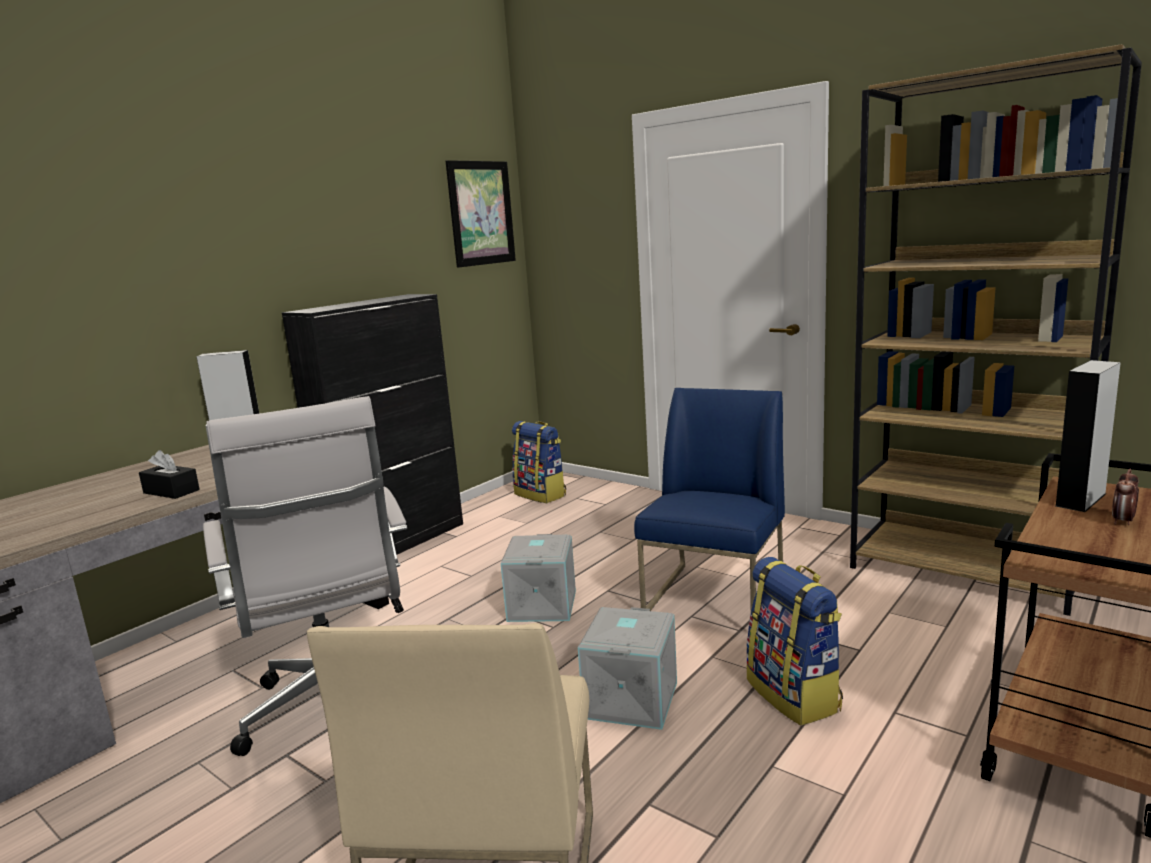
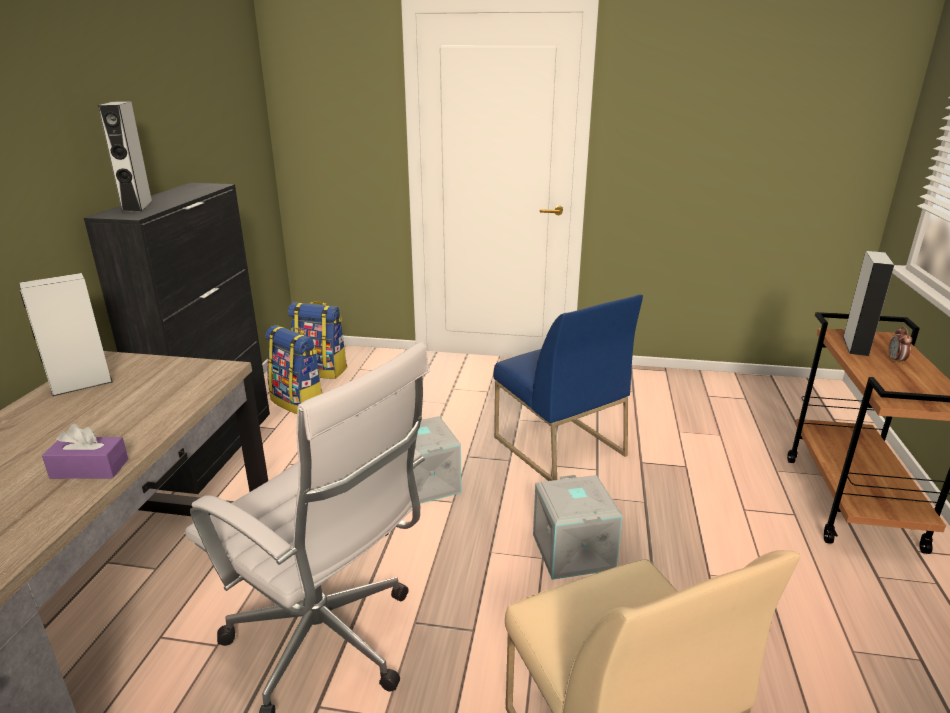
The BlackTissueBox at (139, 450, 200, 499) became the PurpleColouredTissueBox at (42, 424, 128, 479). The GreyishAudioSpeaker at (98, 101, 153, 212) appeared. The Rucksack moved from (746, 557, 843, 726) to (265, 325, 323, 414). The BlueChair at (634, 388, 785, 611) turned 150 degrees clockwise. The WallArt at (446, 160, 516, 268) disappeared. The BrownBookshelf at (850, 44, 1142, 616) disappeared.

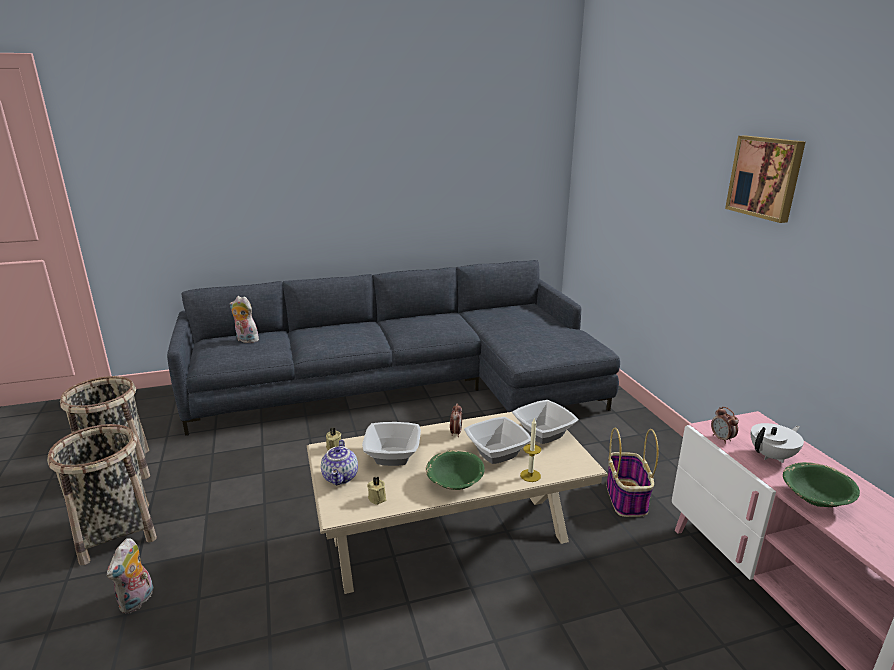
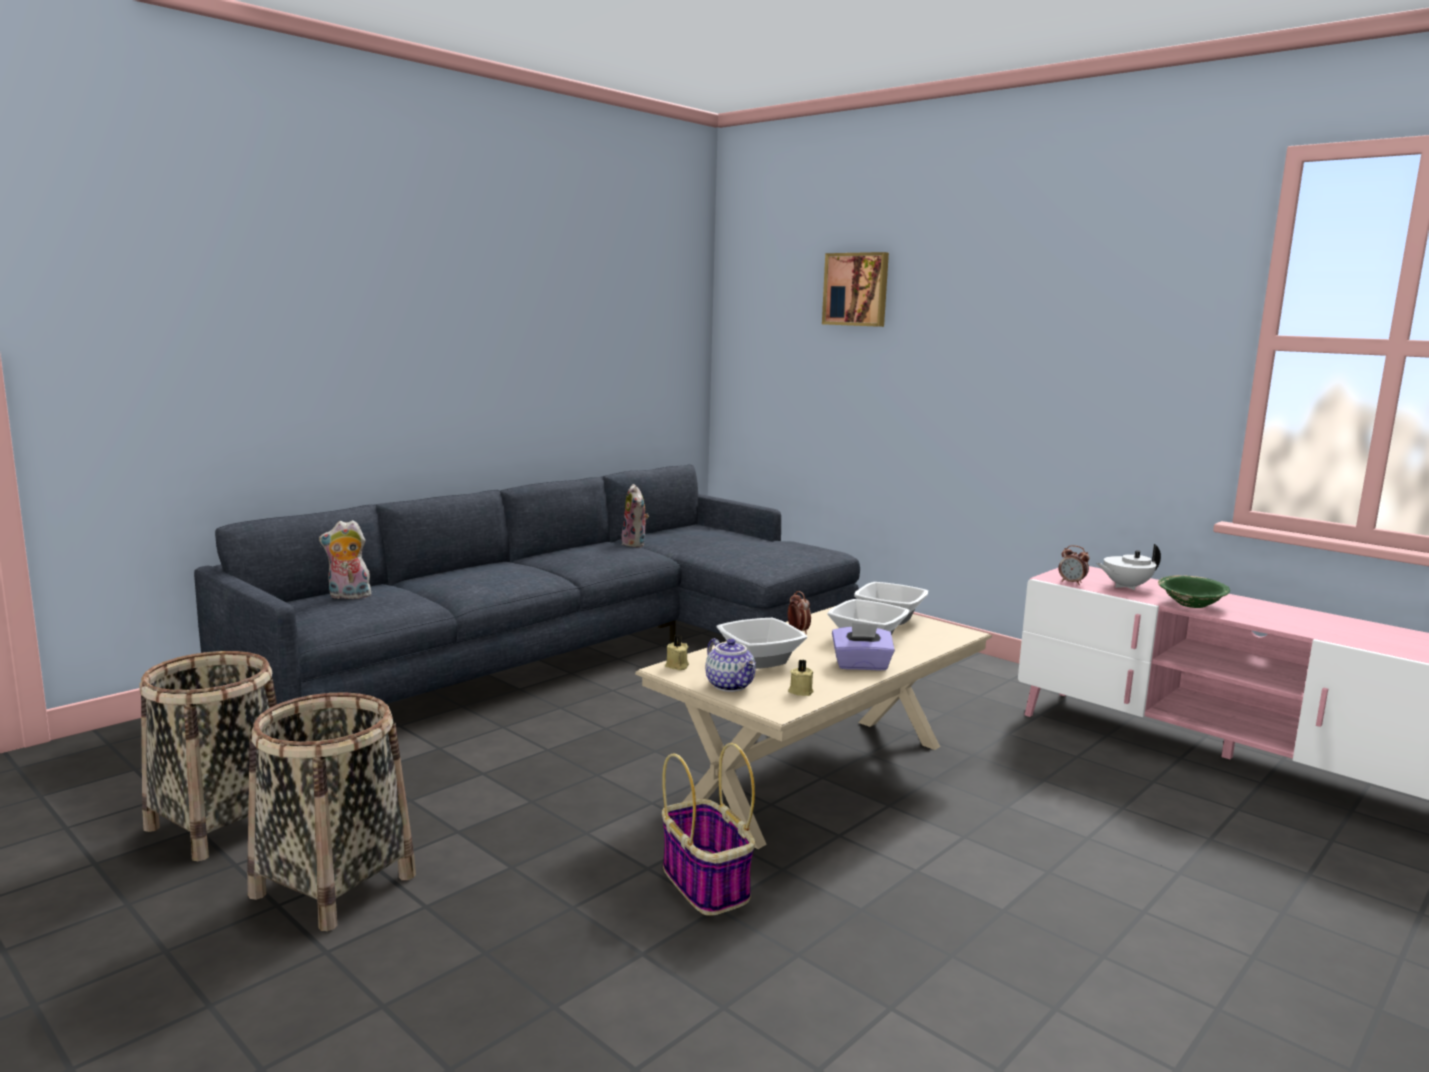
The PlushToy moved from (107, 538, 153, 613) to (621, 484, 649, 548). The StorageBasket moved from (606, 428, 659, 517) to (662, 743, 755, 916). The WallArt moved from (725, 136, 805, 223) to (822, 252, 889, 327). The GreenColouredServingBowl at (426, 450, 485, 490) was replaced by the PurpleColouredTissueBox at (832, 623, 895, 671). The WhitishTeapot at (751, 423, 804, 463) turned 135 degrees counterclockwise. The Candle at (520, 419, 541, 482) disappeared.

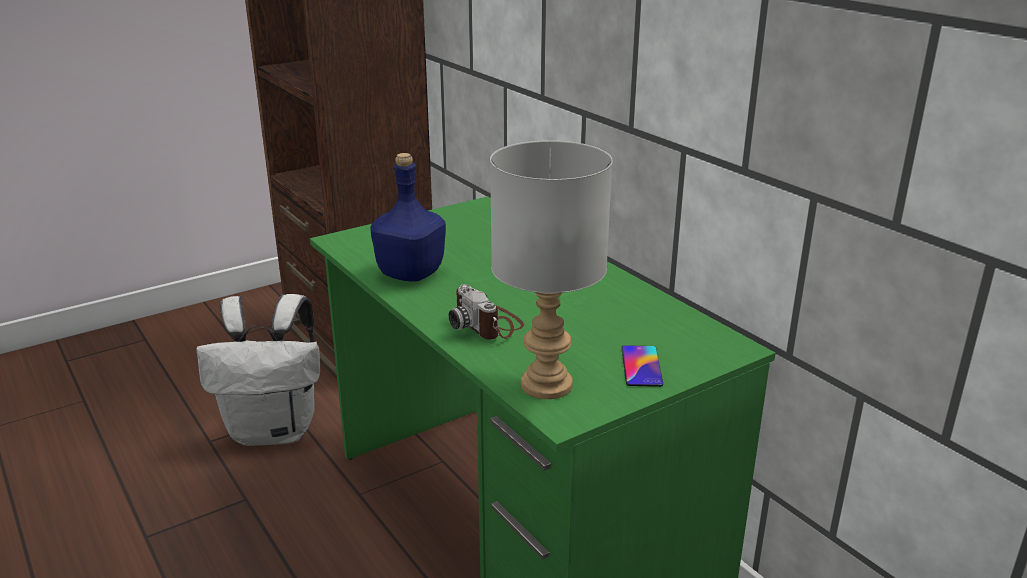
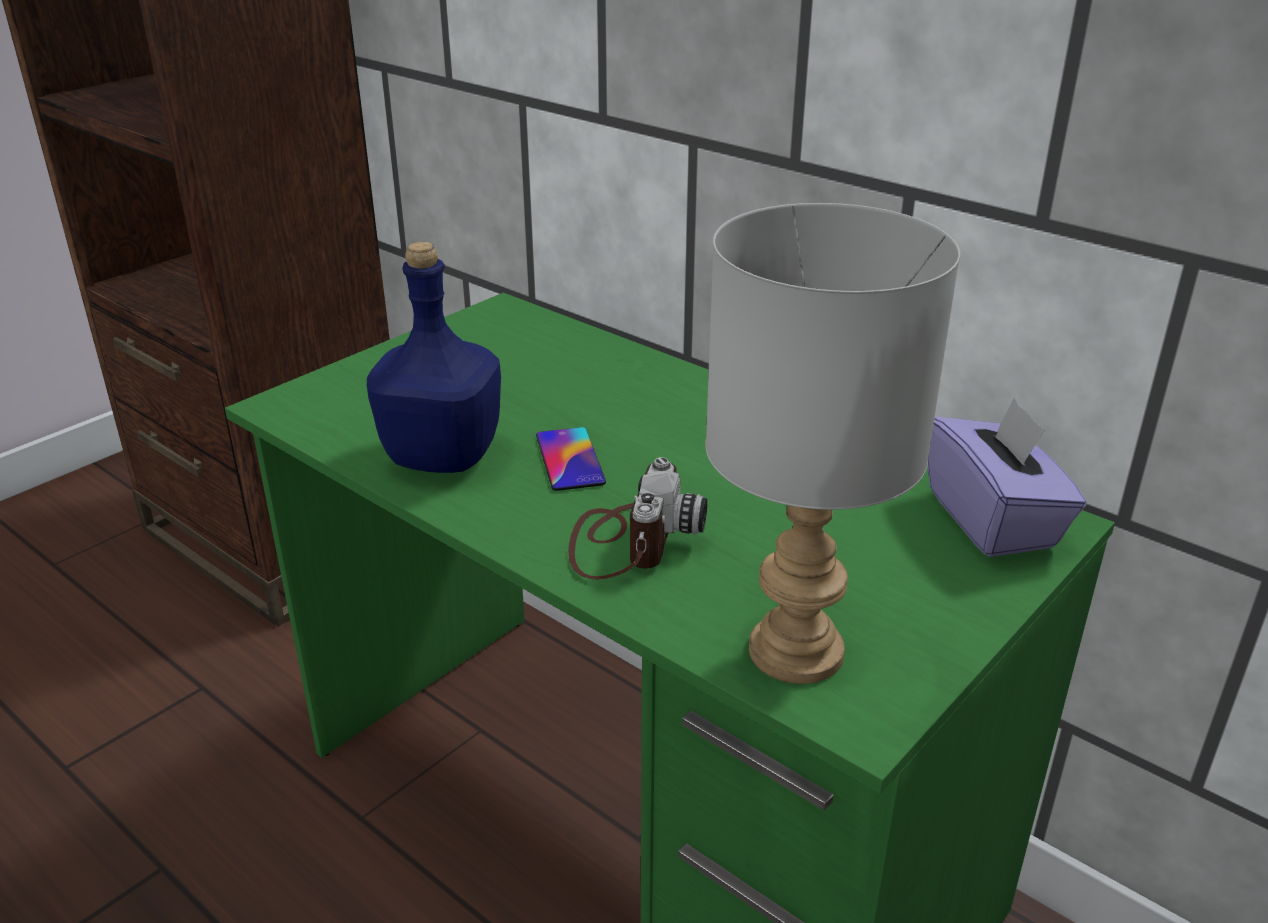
The Phone moved from (621, 345, 663, 387) to (536, 427, 606, 491). The StillCamera at (449, 284, 524, 340) turned 120 degrees counterclockwise. The PurpleColouredTissueBox at (928, 397, 1086, 557) appeared. The WhitishRucksack at (196, 294, 320, 446) disappeared.

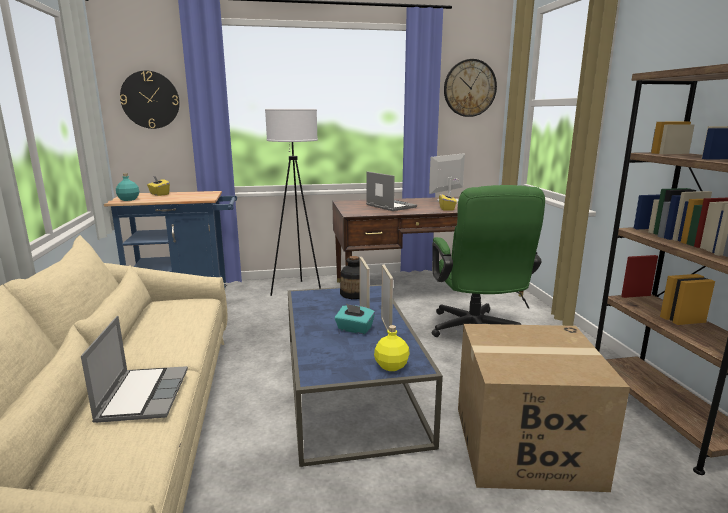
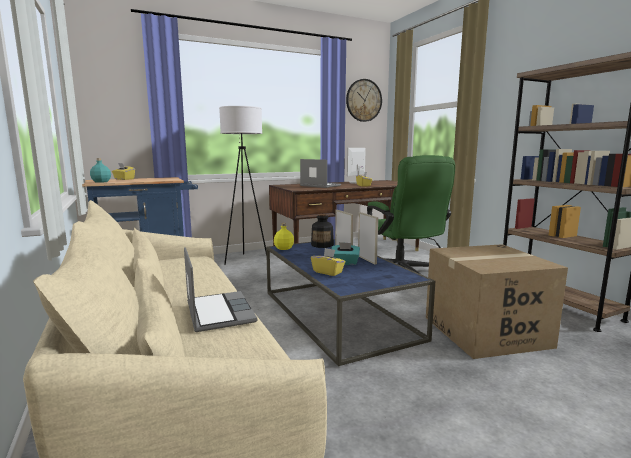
The YellowishBottle moved from (374, 325, 410, 371) to (274, 223, 294, 250). The YellowishTissueBox at (311, 248, 345, 276) appeared. The ClockOnTheWall at (120, 71, 180, 129) disappeared.

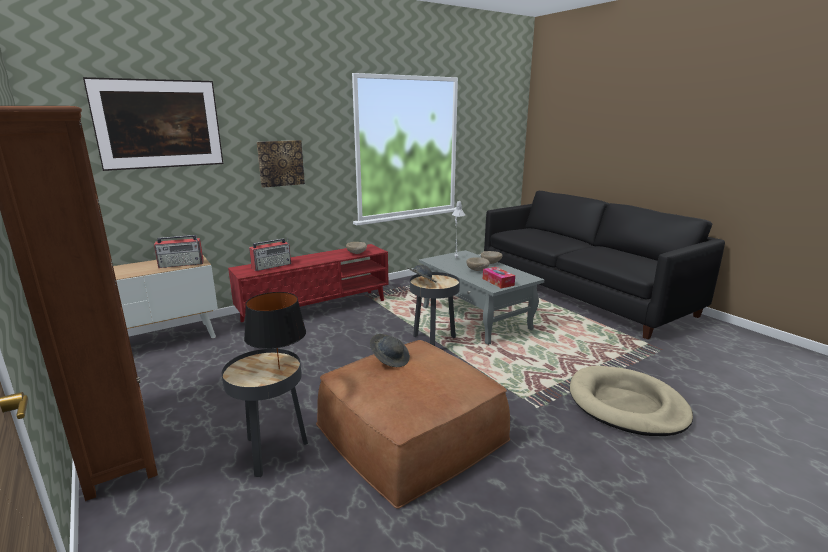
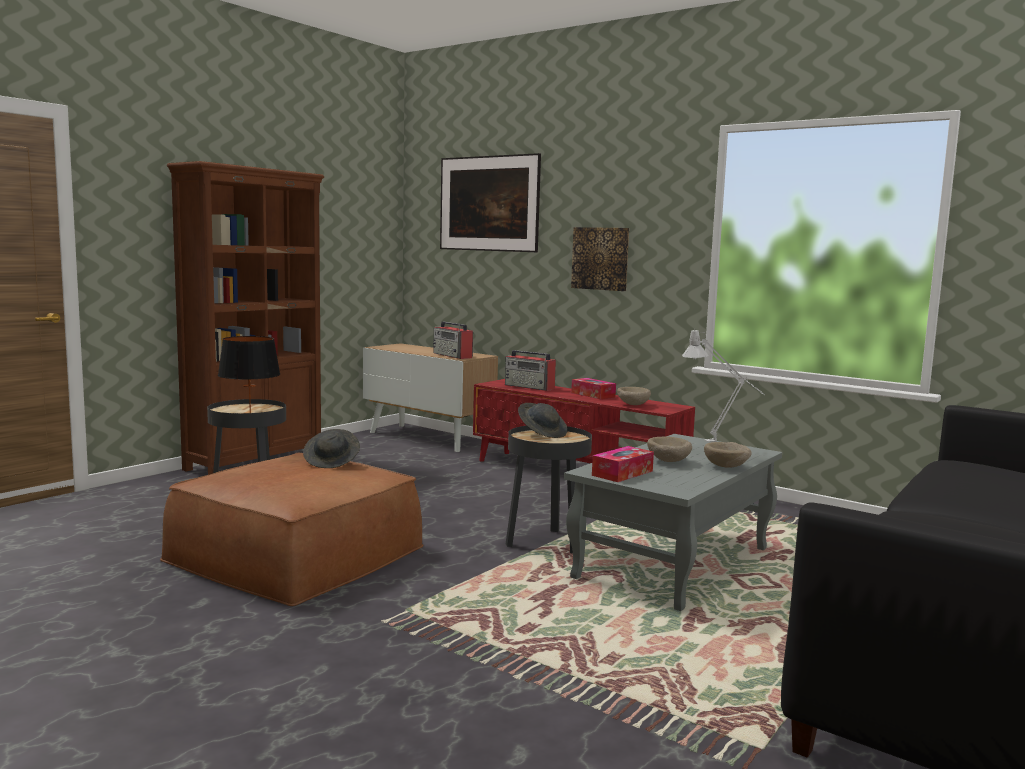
The TissueBox at (571, 378, 616, 399) appeared. The SandColouredPetBed at (570, 366, 693, 436) disappeared.

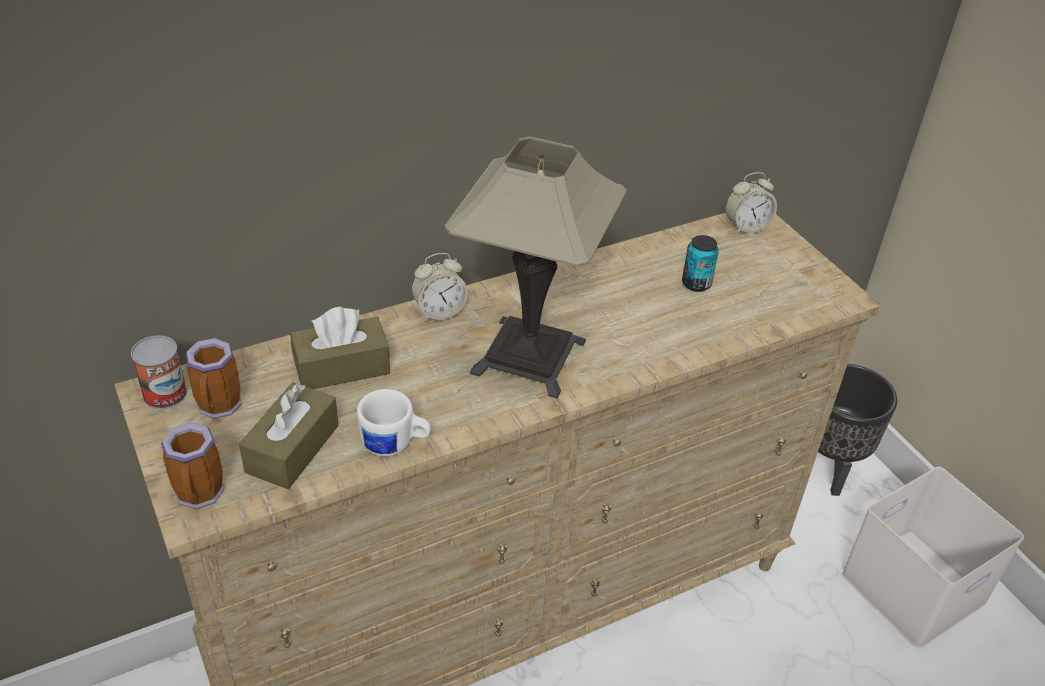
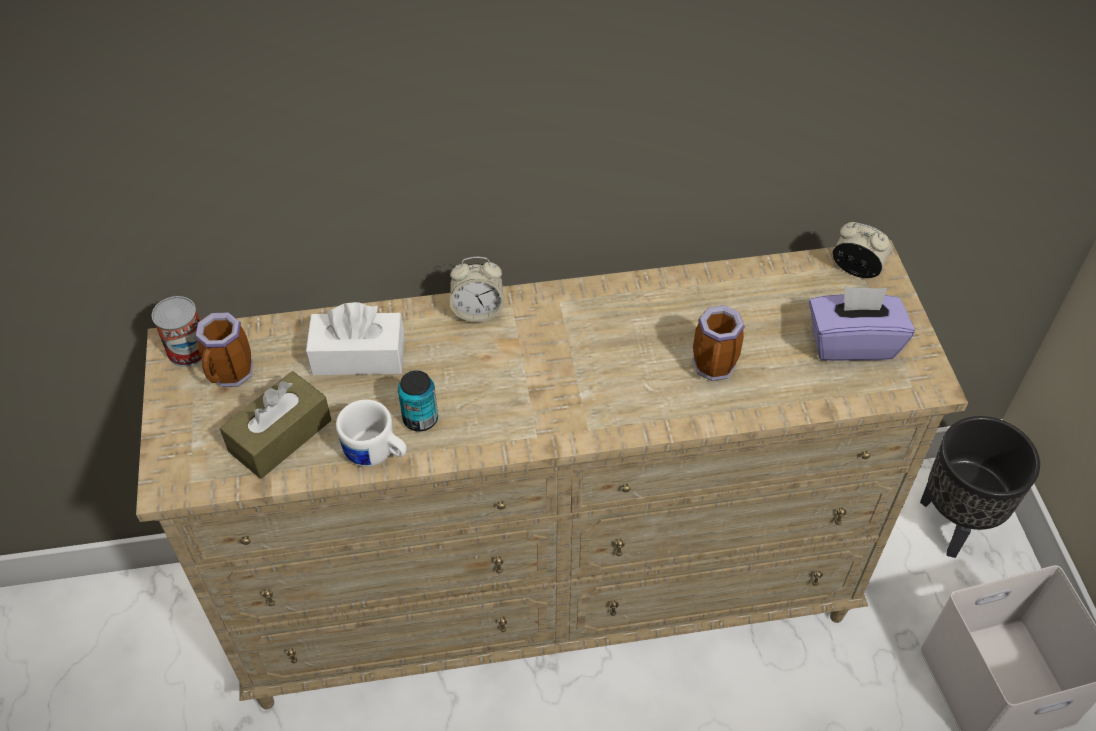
The BrownTissueBox at (290, 307, 390, 389) became the WhitishTissueBox at (306, 302, 405, 375). The MetalCan moved from (682, 235, 719, 292) to (398, 370, 438, 431). The TeaMug moved from (161, 422, 225, 509) to (692, 305, 745, 381). The PurpleColouredTissueBox at (809, 287, 915, 361) appeared. The TableClock at (725, 172, 777, 234) turned 150 degrees counterclockwise. The TableLamp at (444, 137, 627, 399) disappeared.

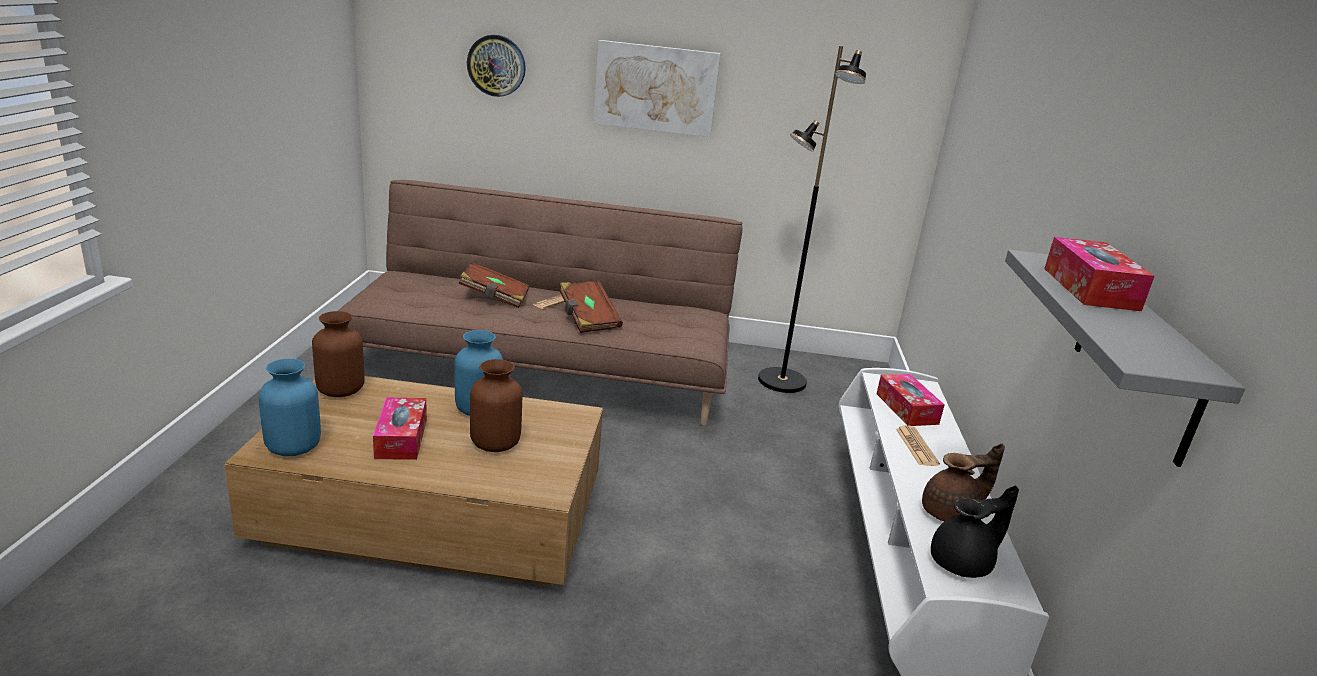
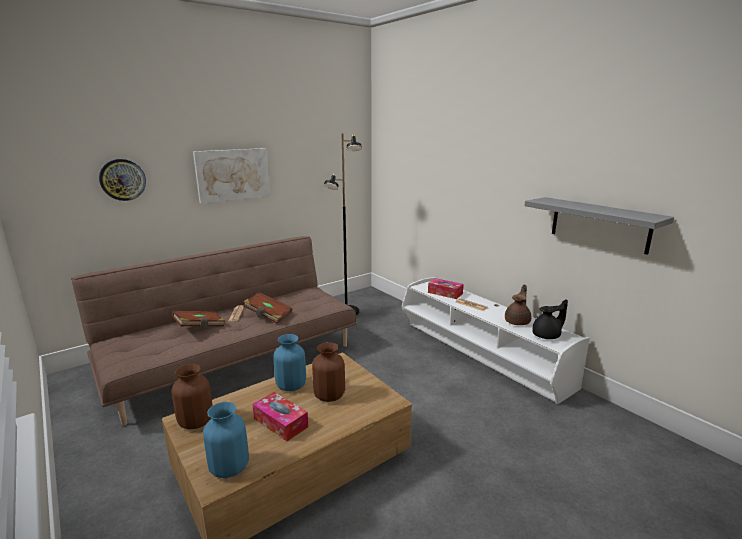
The BlackTeapot at (931, 486, 1019, 578) turned 45 degrees clockwise. The TissueBox at (1044, 237, 1154, 311) disappeared.

